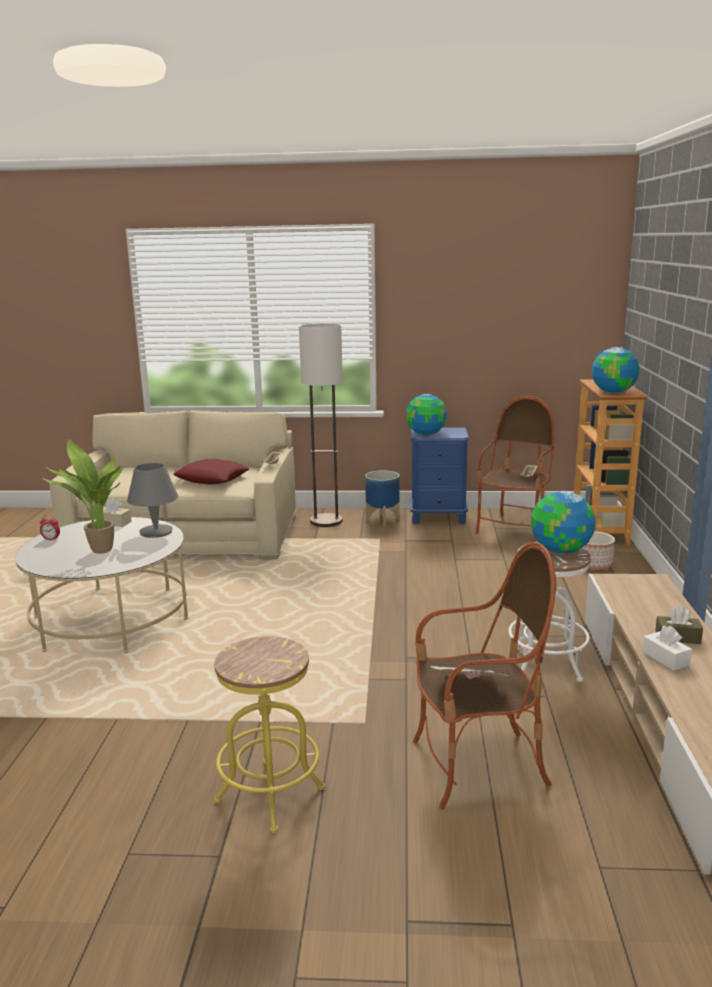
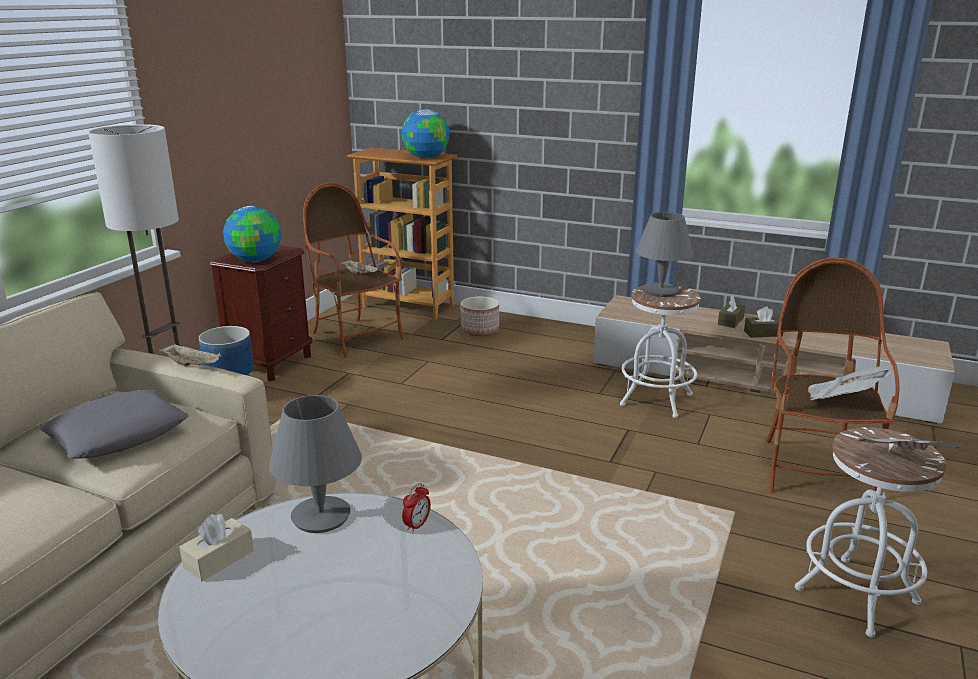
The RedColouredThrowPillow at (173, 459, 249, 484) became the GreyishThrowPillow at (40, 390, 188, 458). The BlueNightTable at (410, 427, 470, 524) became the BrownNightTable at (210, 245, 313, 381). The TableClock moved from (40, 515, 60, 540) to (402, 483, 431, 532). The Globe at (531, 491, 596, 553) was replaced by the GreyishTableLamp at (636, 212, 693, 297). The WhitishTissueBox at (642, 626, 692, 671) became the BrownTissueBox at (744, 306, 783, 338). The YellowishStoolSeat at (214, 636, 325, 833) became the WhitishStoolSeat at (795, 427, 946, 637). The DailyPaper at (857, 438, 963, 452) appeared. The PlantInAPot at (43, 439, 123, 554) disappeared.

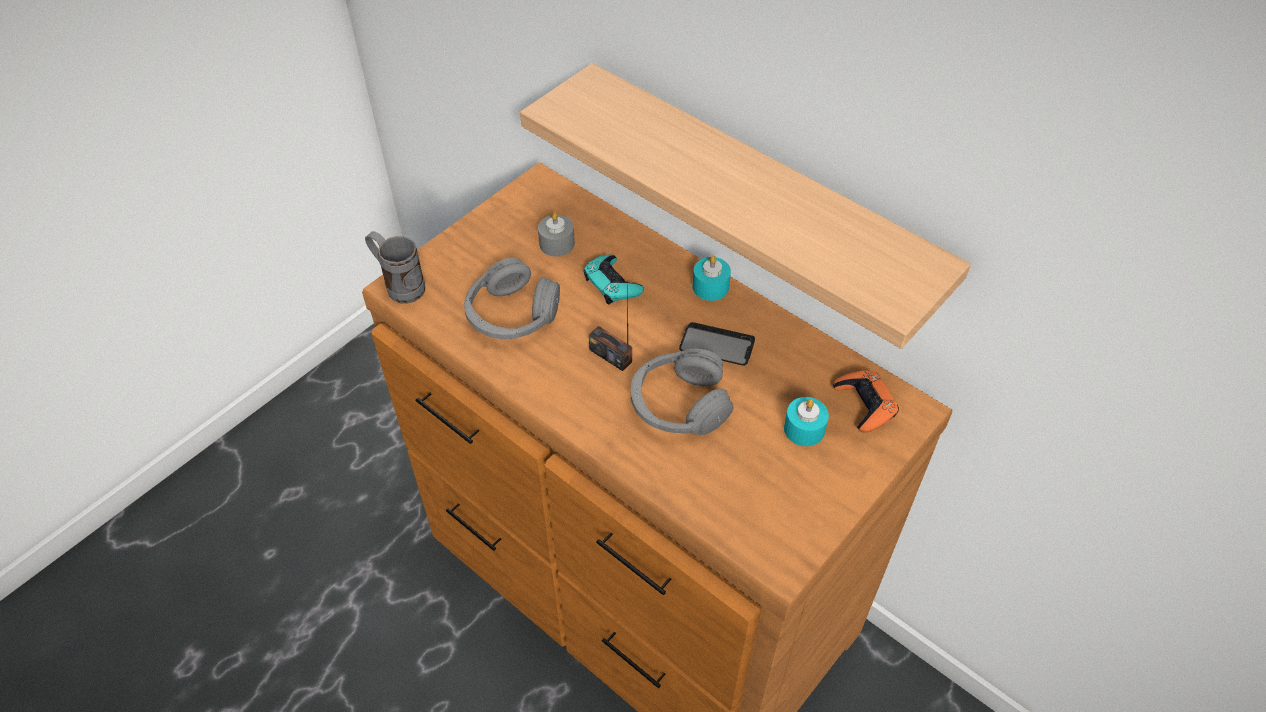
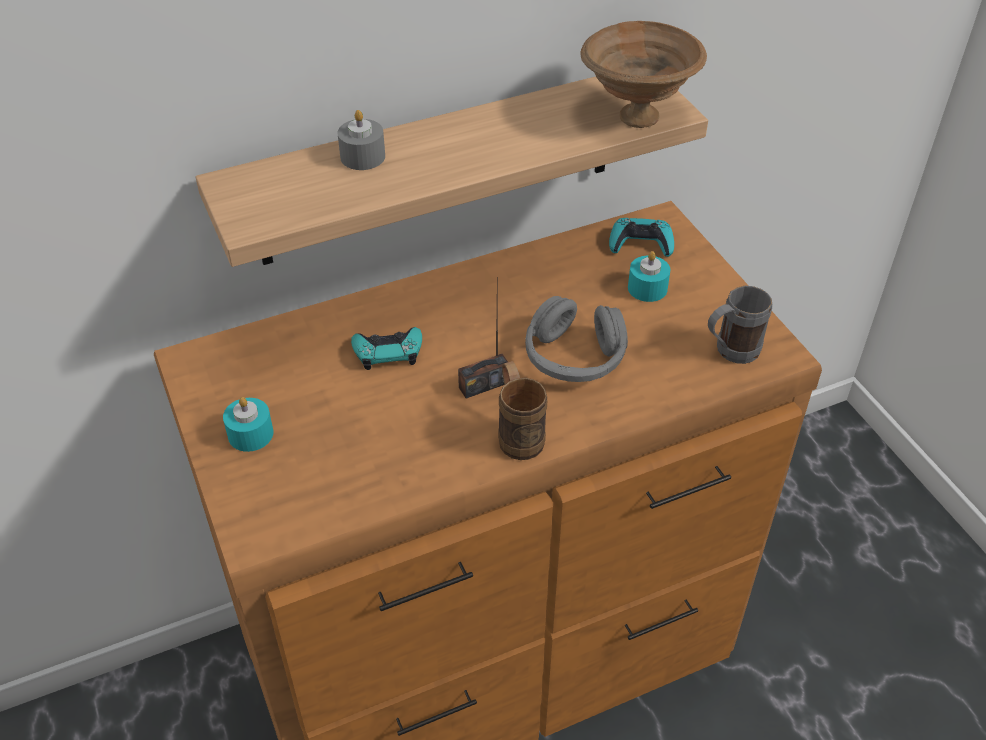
The BlueGreenCandle moved from (693, 256, 731, 301) to (223, 397, 273, 452). The GreyishCandle moved from (538, 212, 575, 257) to (337, 110, 385, 170). The BrownTeaMug at (498, 361, 547, 460) appeared. The BrownServingBowl at (580, 21, 707, 128) appeared. The OrangeyJoypad at (833, 370, 899, 433) became the BlueGreenJoypad at (609, 218, 674, 257). The GreyishTeaMug moved from (365, 231, 425, 304) to (708, 286, 772, 364). The GreyishHeadset at (464, 258, 560, 339) disappeared. The Phone at (679, 322, 755, 366) disappeared.

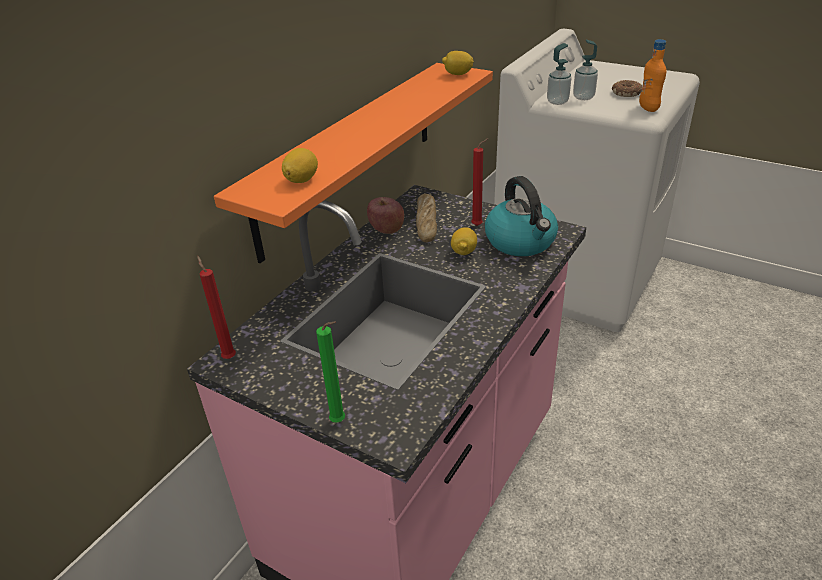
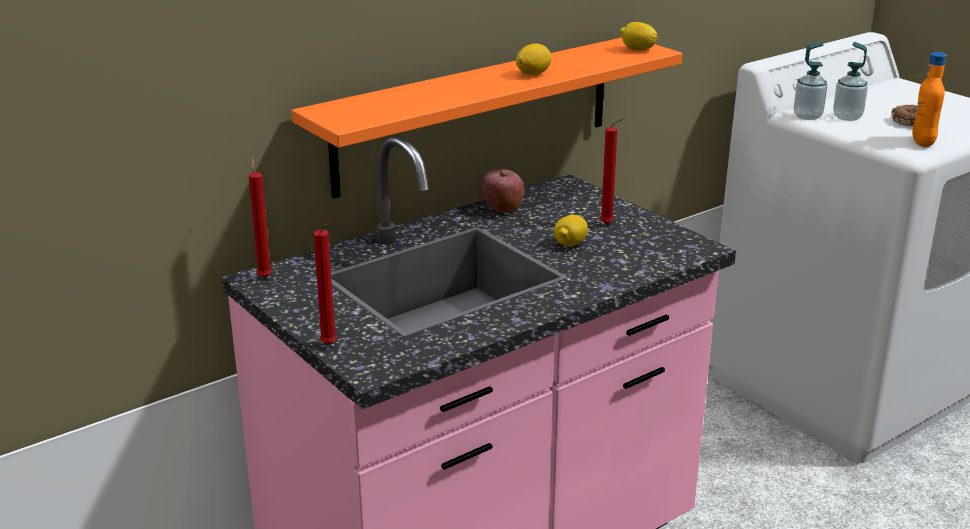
The GreenColouredCandle at (316, 321, 345, 423) became the RedColouredCandle at (314, 223, 337, 345). The WholeLemon moved from (282, 148, 318, 183) to (516, 44, 551, 75). The BakeryBread at (416, 194, 437, 242) disappeared. The WaterKettle at (485, 176, 558, 256) disappeared.

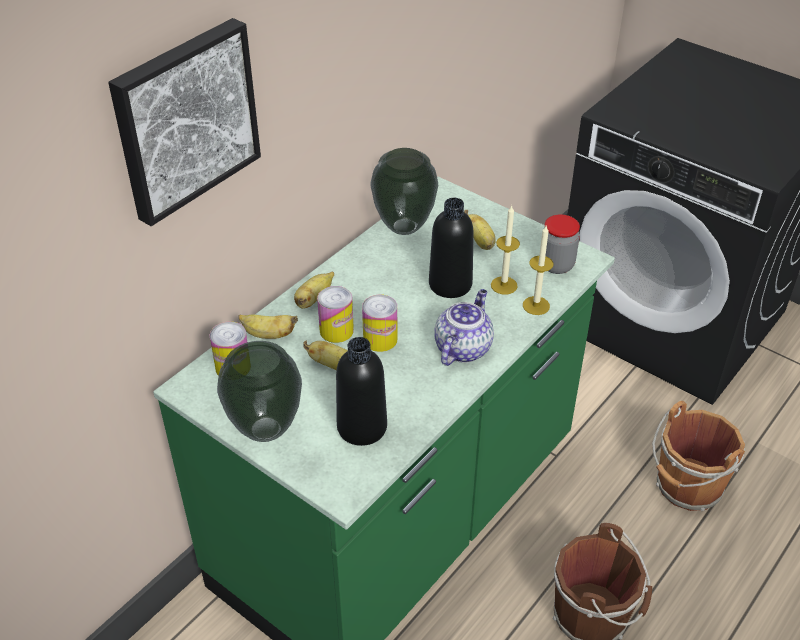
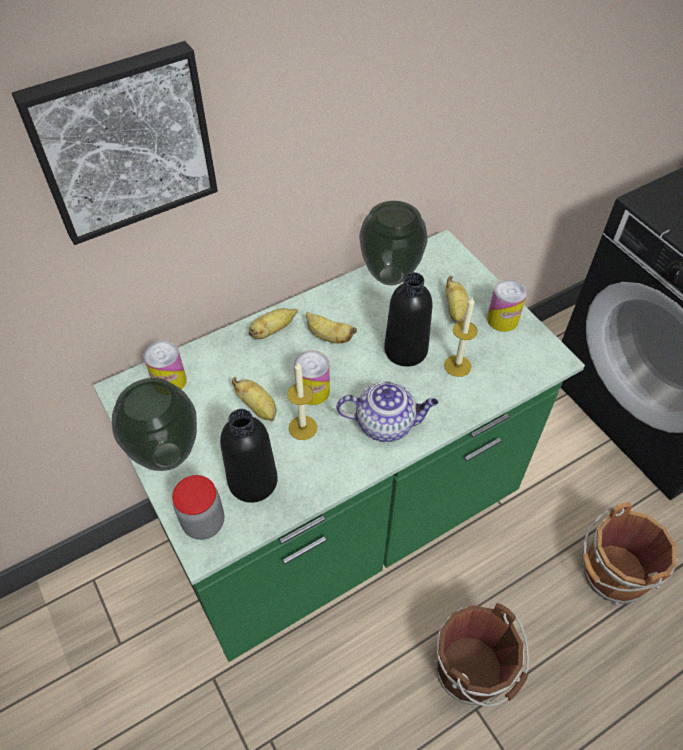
The StorageJar moved from (544, 214, 580, 274) to (172, 475, 224, 540). The Candle moved from (523, 226, 553, 315) to (287, 362, 317, 440). The WholeBanana moved from (238, 314, 298, 339) to (306, 312, 357, 343). The Teapot at (434, 289, 494, 366) turned 45 degrees clockwise. The MetalCan moved from (317, 286, 354, 343) to (487, 279, 527, 332).

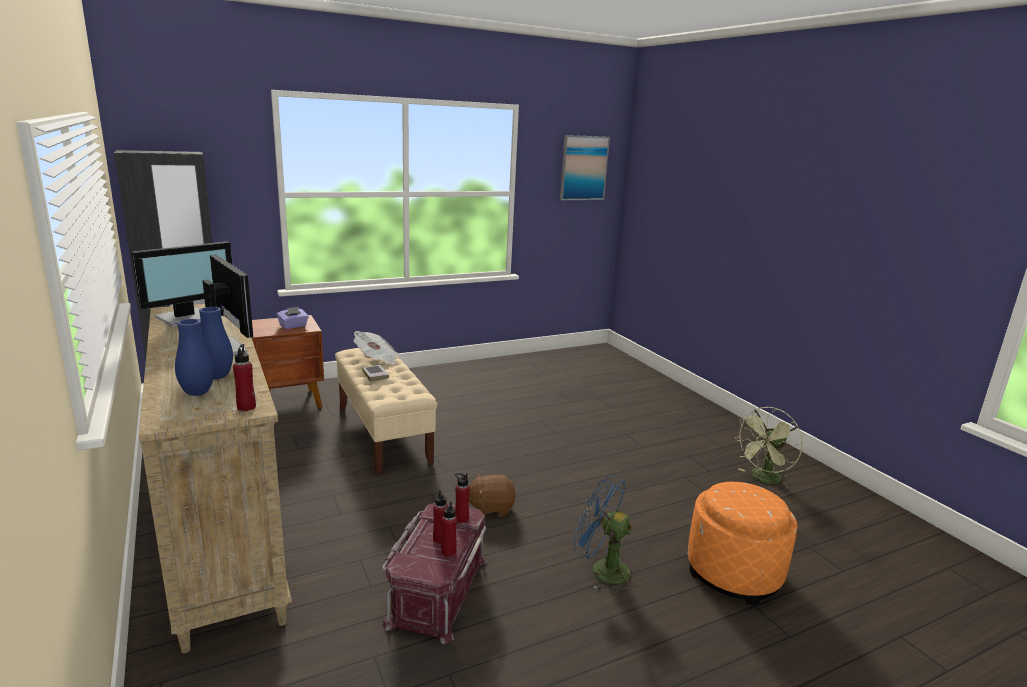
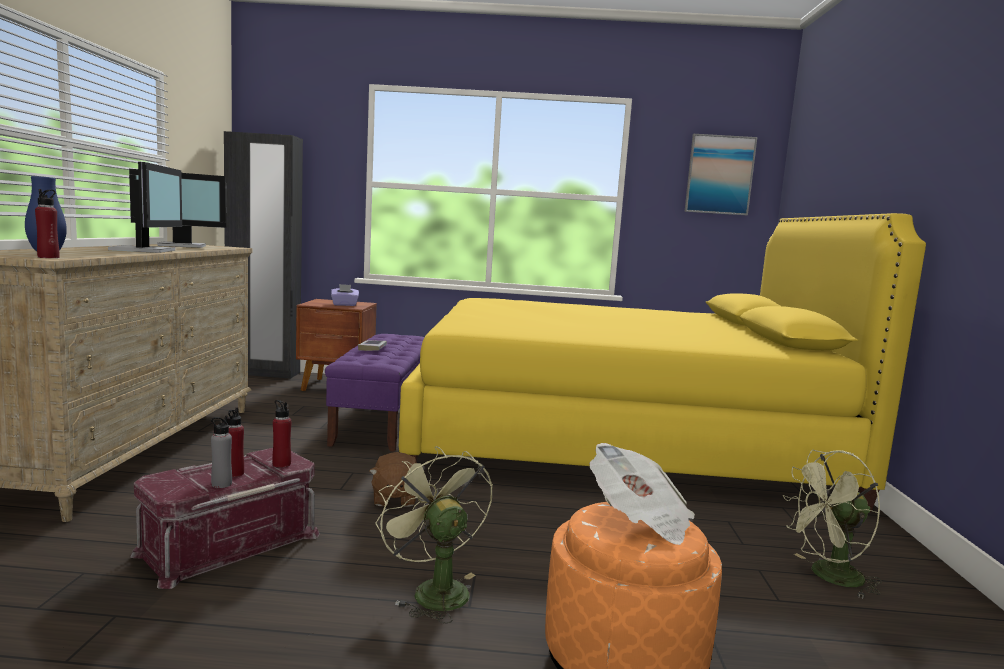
The RedColouredBottle at (441, 502, 457, 557) became the GreyishBottle at (211, 416, 232, 488). The SandColouredIndoorBench at (335, 348, 438, 475) became the PurpleColouredIndoorBench at (325, 334, 424, 452). The BrownPlushToy at (469, 473, 516, 517) turned 120 degrees counterclockwise. The BlueFan at (573, 475, 637, 594) became the GreenColouredFan at (375, 446, 493, 624). The YellowishBed at (399, 213, 926, 512) appeared. The DailyPaper moved from (353, 331, 398, 365) to (589, 443, 695, 545). The BlueDecorativeVase at (199, 307, 233, 379) disappeared.

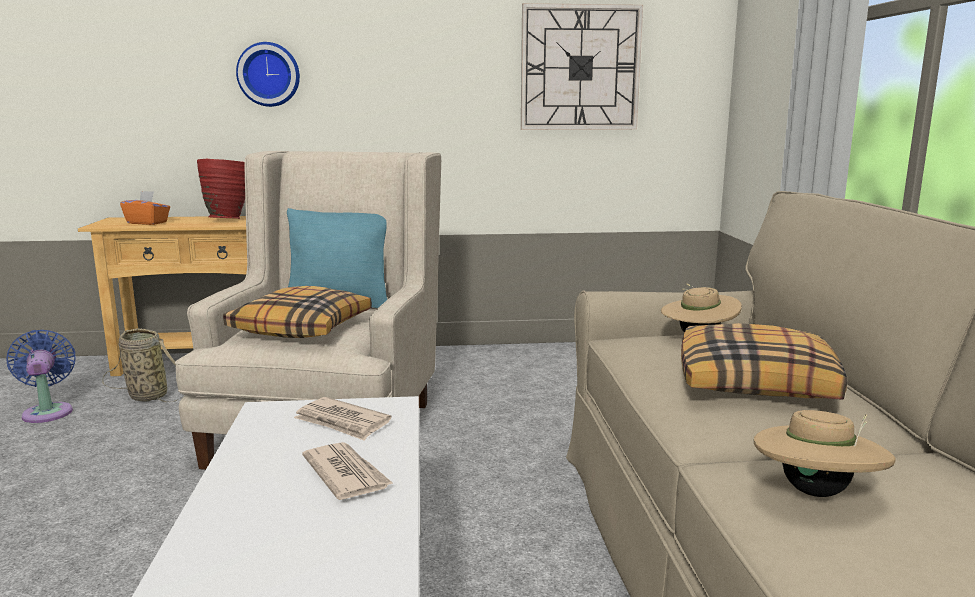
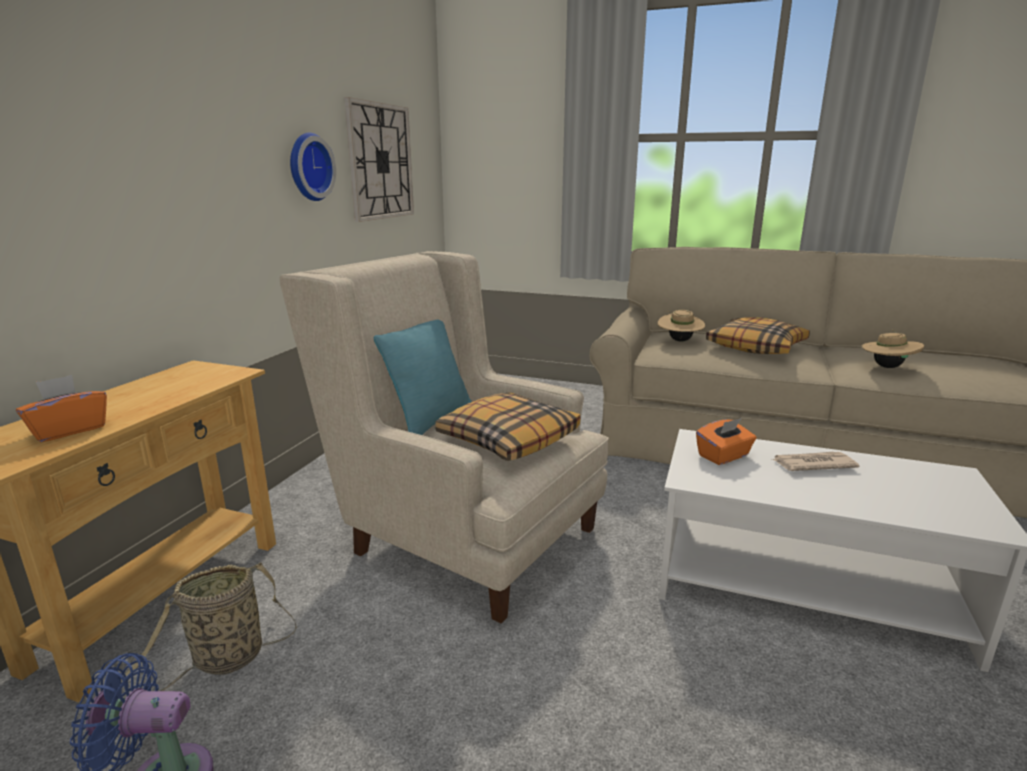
The ClockOnTheWall moved from (236, 42, 300, 107) to (290, 133, 336, 201). The DailyPaper at (294, 397, 391, 441) was replaced by the OrangeyTissueBox at (696, 418, 756, 465). The RedColouredDecorativeVase at (197, 159, 245, 219) disappeared.

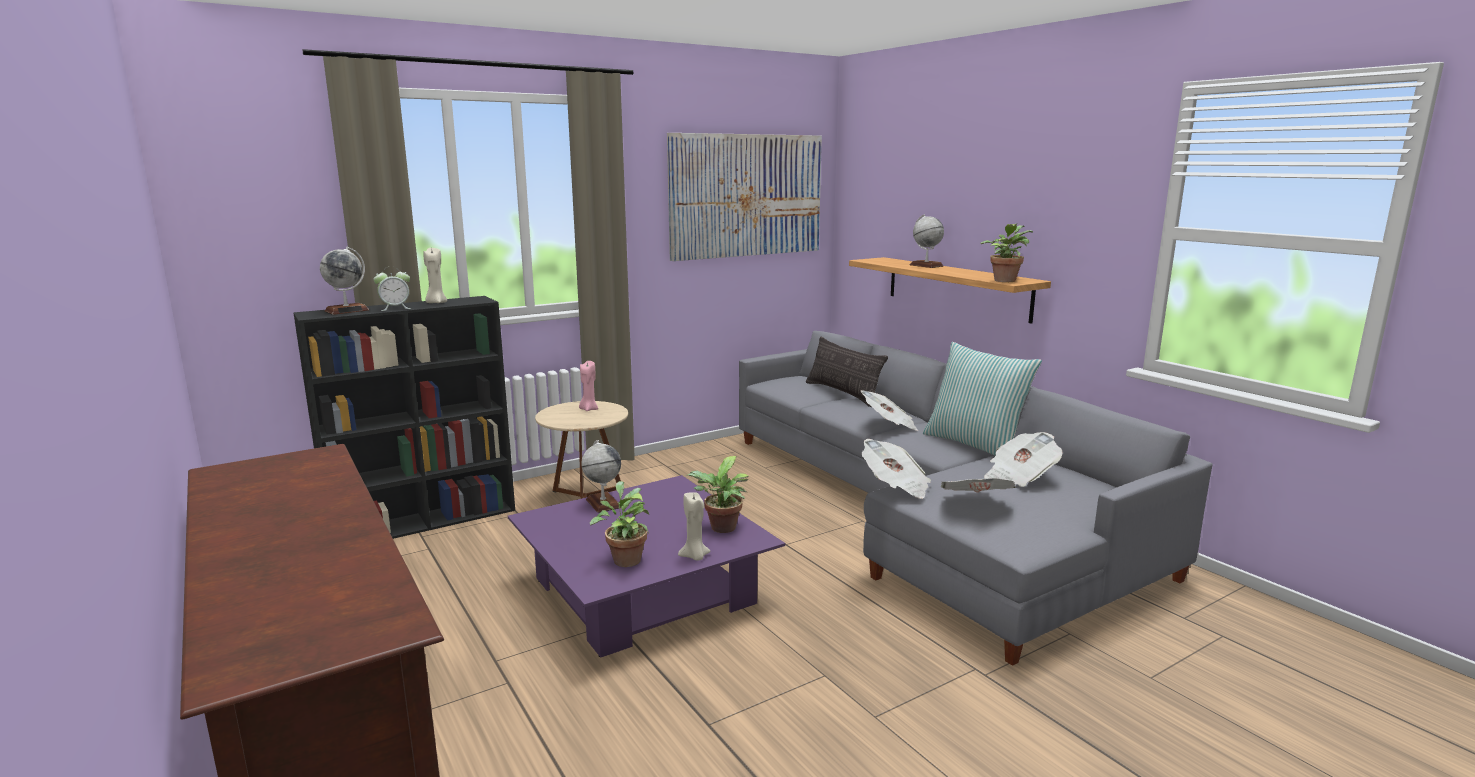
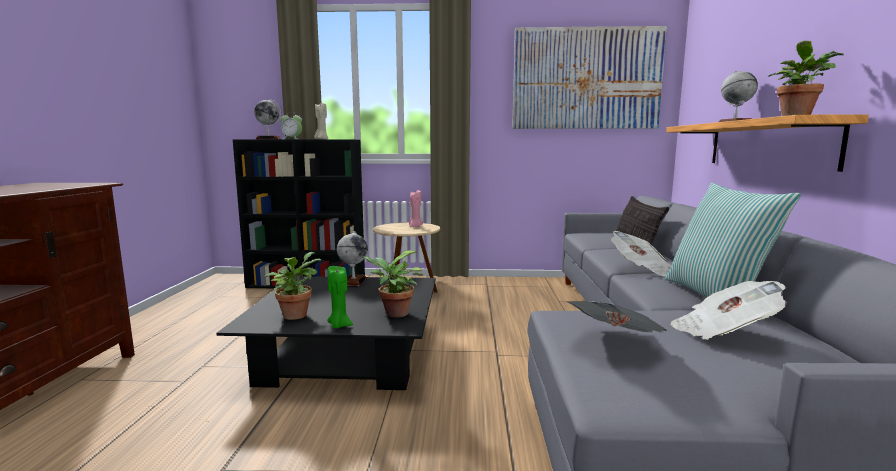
The PurpleColouredLoungeTable at (508, 475, 785, 658) became the BlackLoungeTable at (216, 276, 436, 390). The SandColouredCandle at (678, 492, 710, 560) became the GreenColouredCandle at (327, 266, 353, 329). The DailyPaper at (862, 439, 931, 499) disappeared.

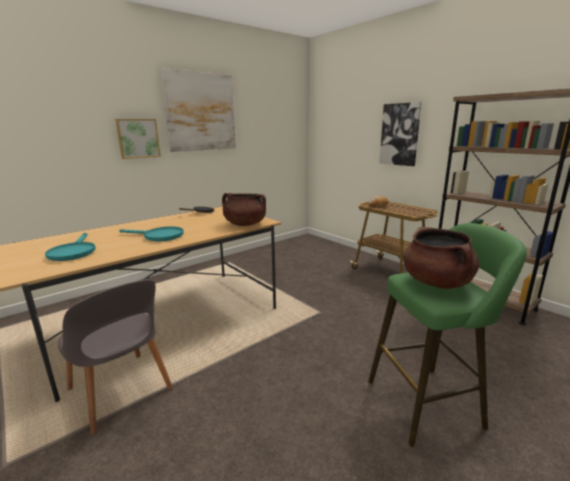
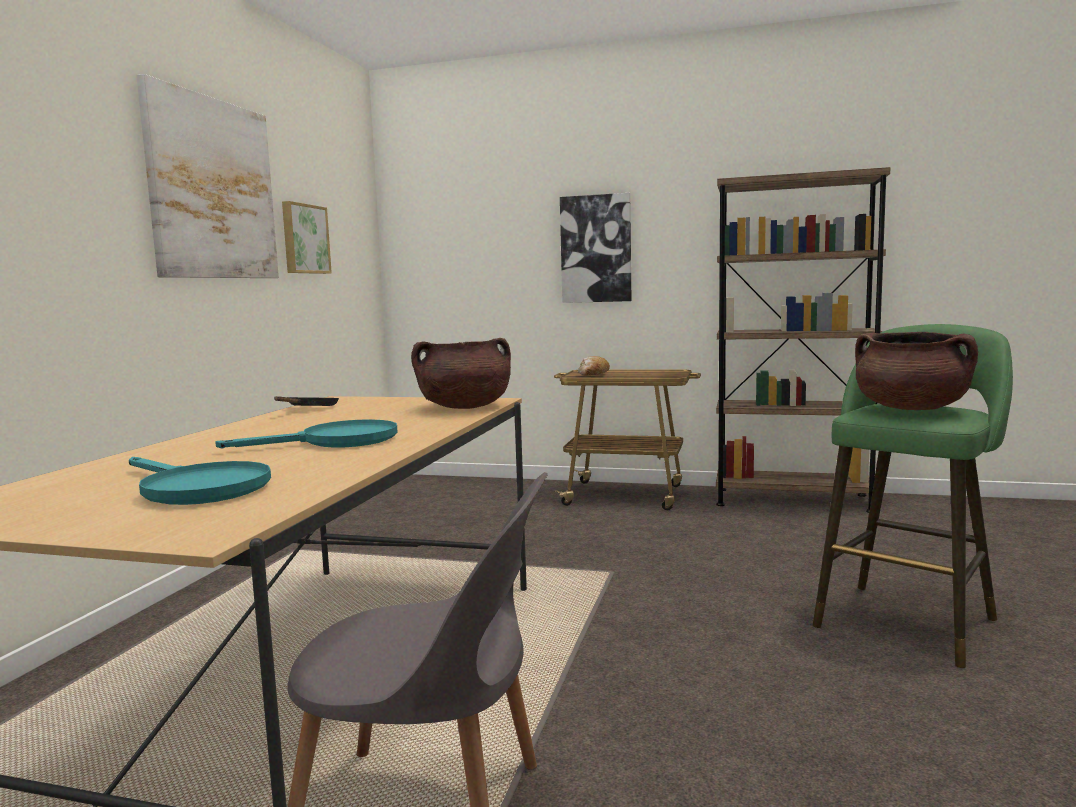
The WallArt moved from (115, 119, 161, 159) to (282, 201, 332, 274).

